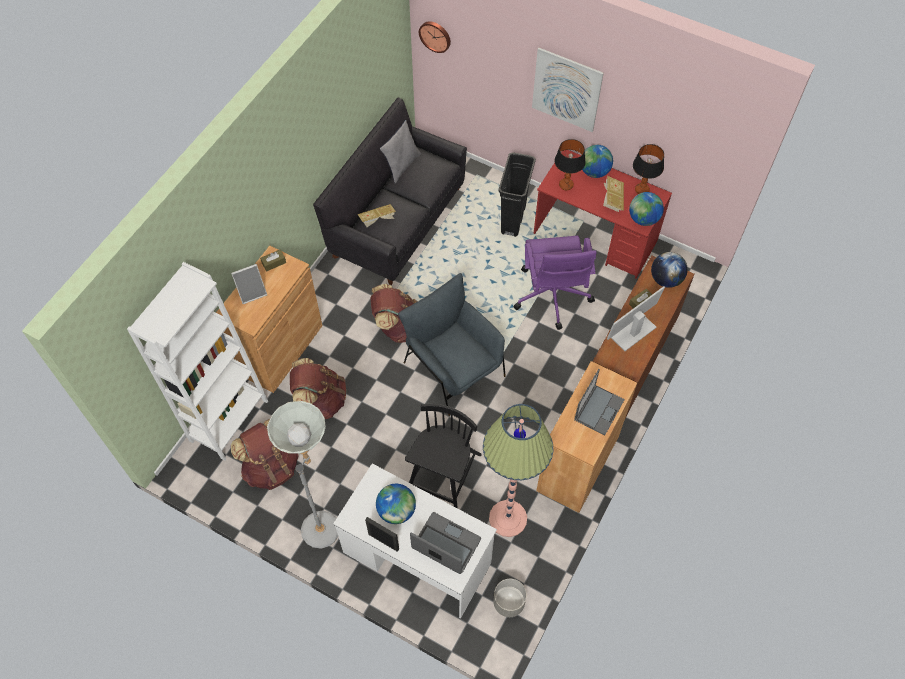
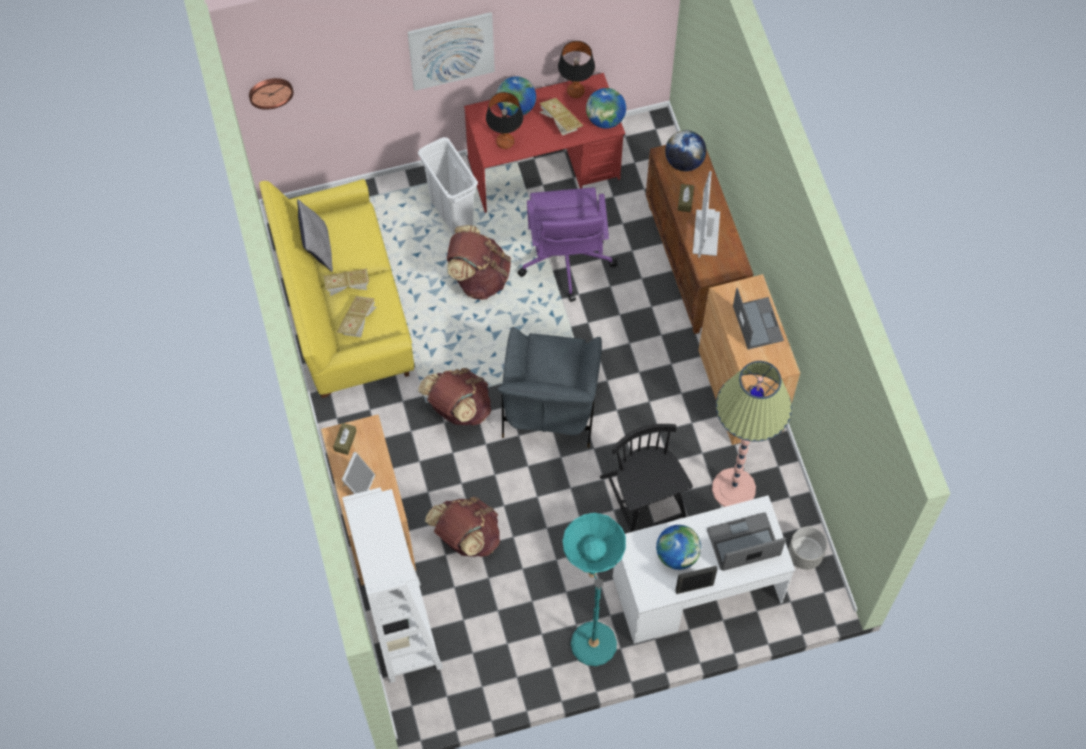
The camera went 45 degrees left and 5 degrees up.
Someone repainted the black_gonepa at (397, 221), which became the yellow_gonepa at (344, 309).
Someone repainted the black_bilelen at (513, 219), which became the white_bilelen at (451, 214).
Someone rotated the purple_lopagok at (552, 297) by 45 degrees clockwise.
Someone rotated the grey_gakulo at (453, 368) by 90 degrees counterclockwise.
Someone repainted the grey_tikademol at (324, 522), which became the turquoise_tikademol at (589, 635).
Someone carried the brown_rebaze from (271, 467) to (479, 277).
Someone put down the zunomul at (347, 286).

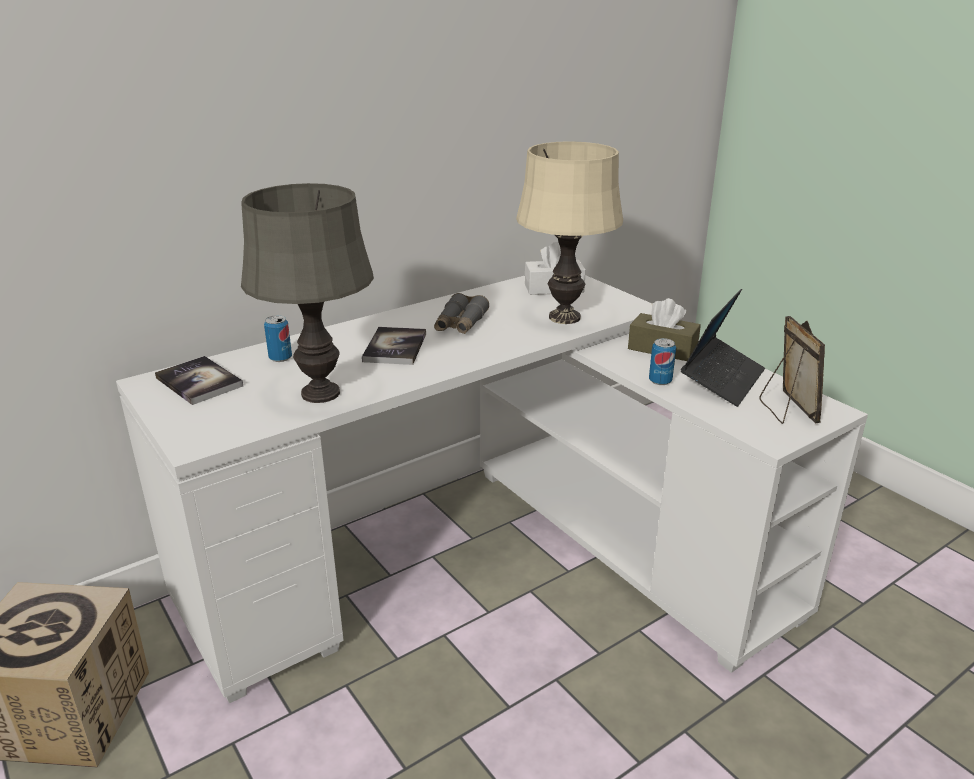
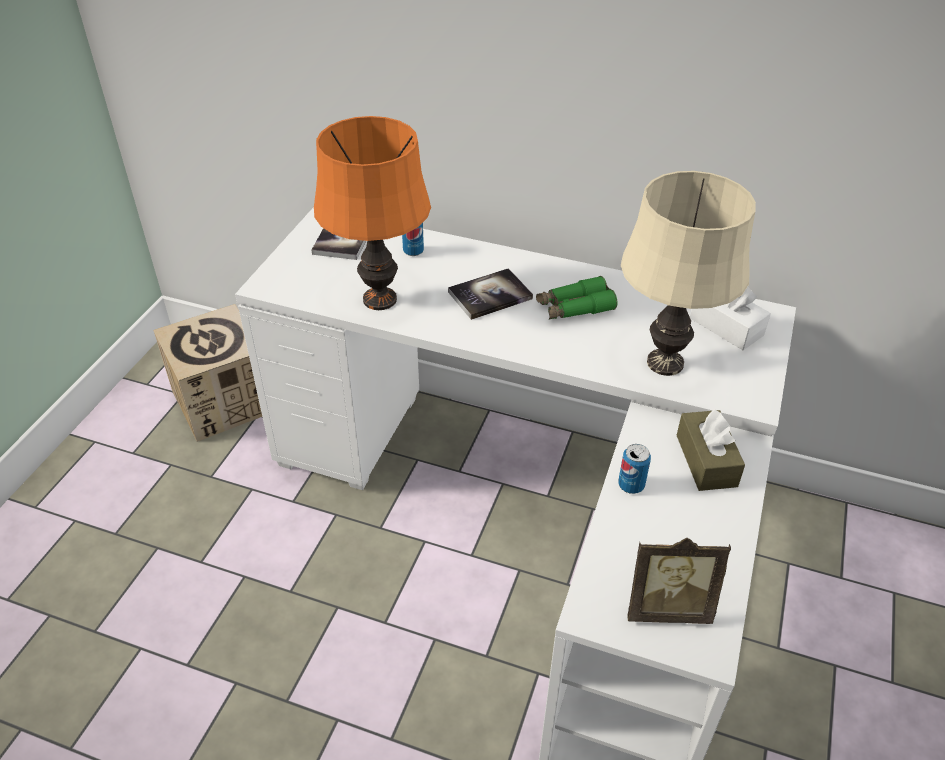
The camera went 55 degrees right and 15 degrees up.
Someone repainted the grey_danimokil at (320, 393), which became the orange_danimokil at (380, 299).
Someone took away the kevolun at (722, 379).
Someone repainted the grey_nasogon at (460, 324), which became the green_nasogon at (574, 307).
Someone rotated the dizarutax at (786, 410) by 45 degrees clockwise.

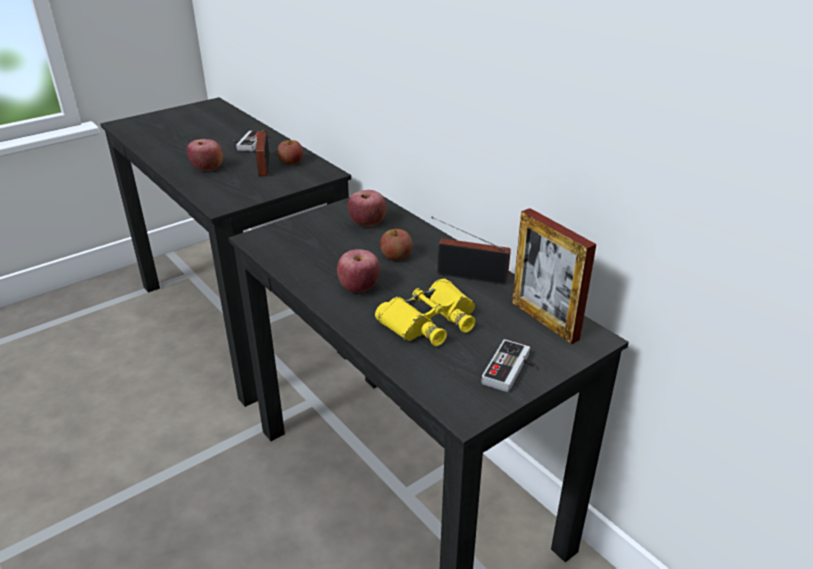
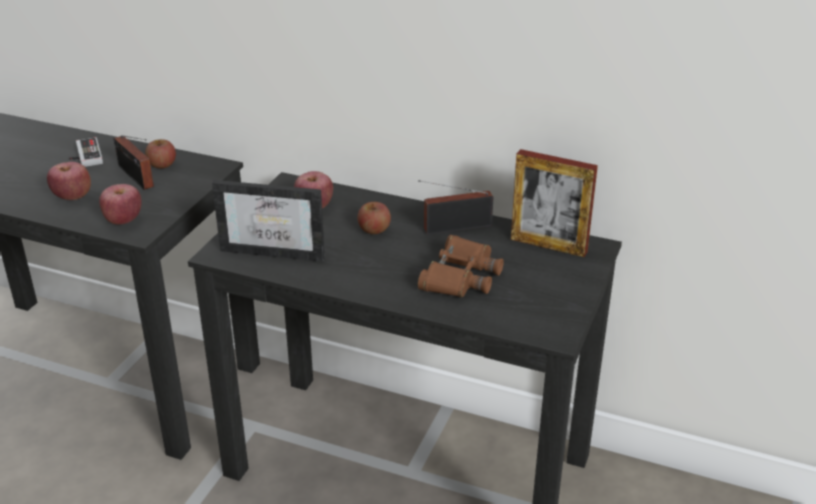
The camera went 30 degrees left and 0 degrees up.
Someone carried the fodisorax from (359, 287) to (123, 220).
Someone repainted the yellow_nasogon at (430, 321), which became the brown_nasogon at (460, 276).
Someone took away the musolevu at (512, 370).
Someone put down the dizarutax at (277, 249).

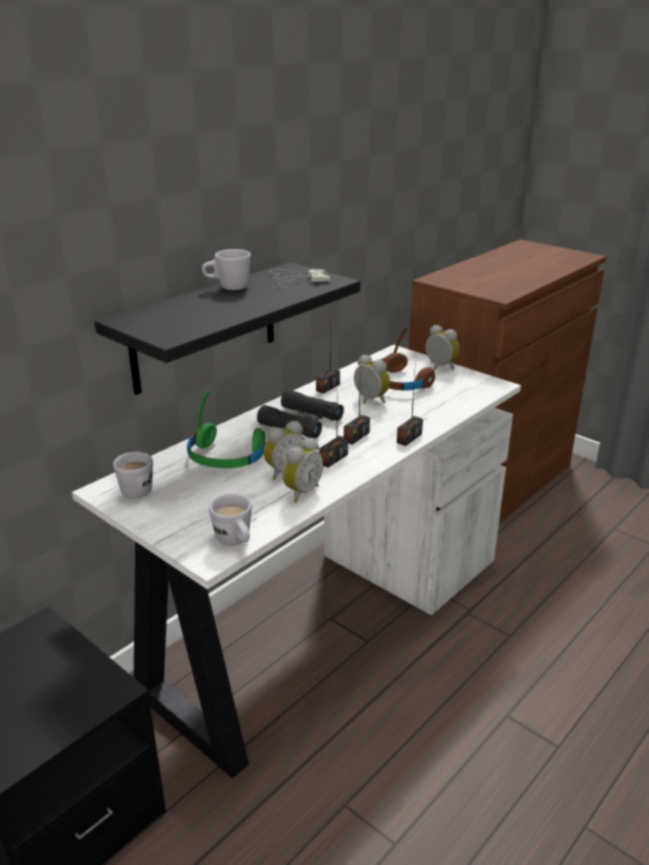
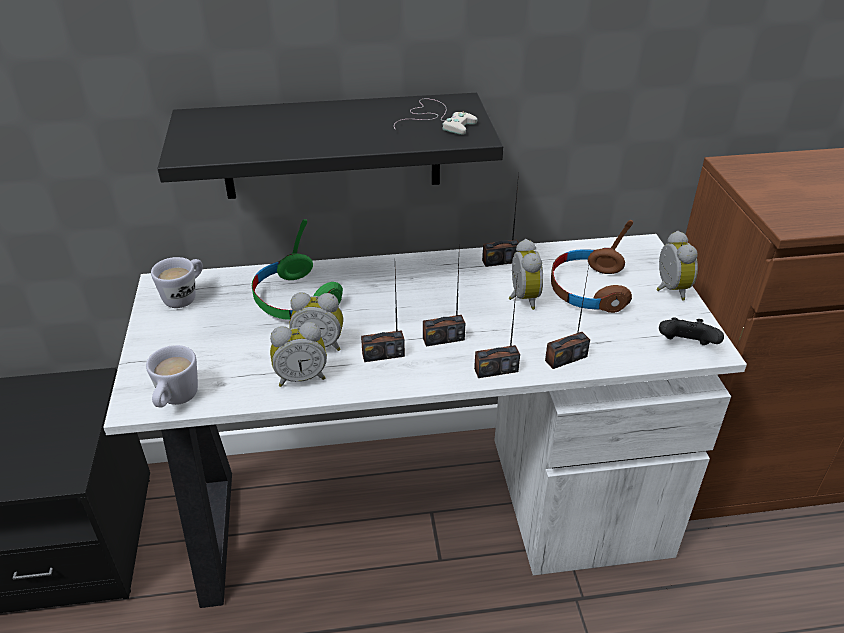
The camera went 40 degrees right and 10 degrees up.
Someone took away the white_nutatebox at (227, 288).
Someone took away the black_nasogon at (301, 422).
Someone put down the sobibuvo at (565, 358).
Someone put down the black_musolevu at (685, 346).

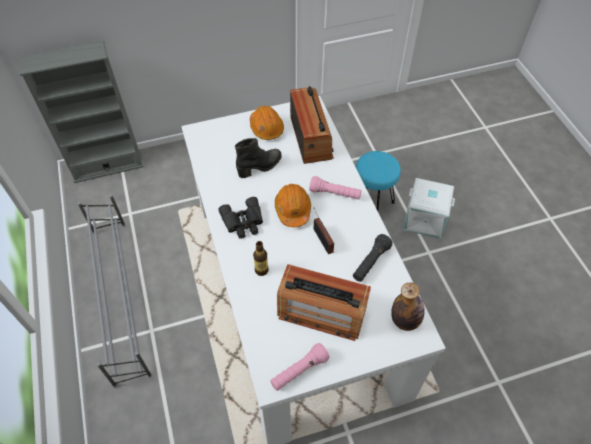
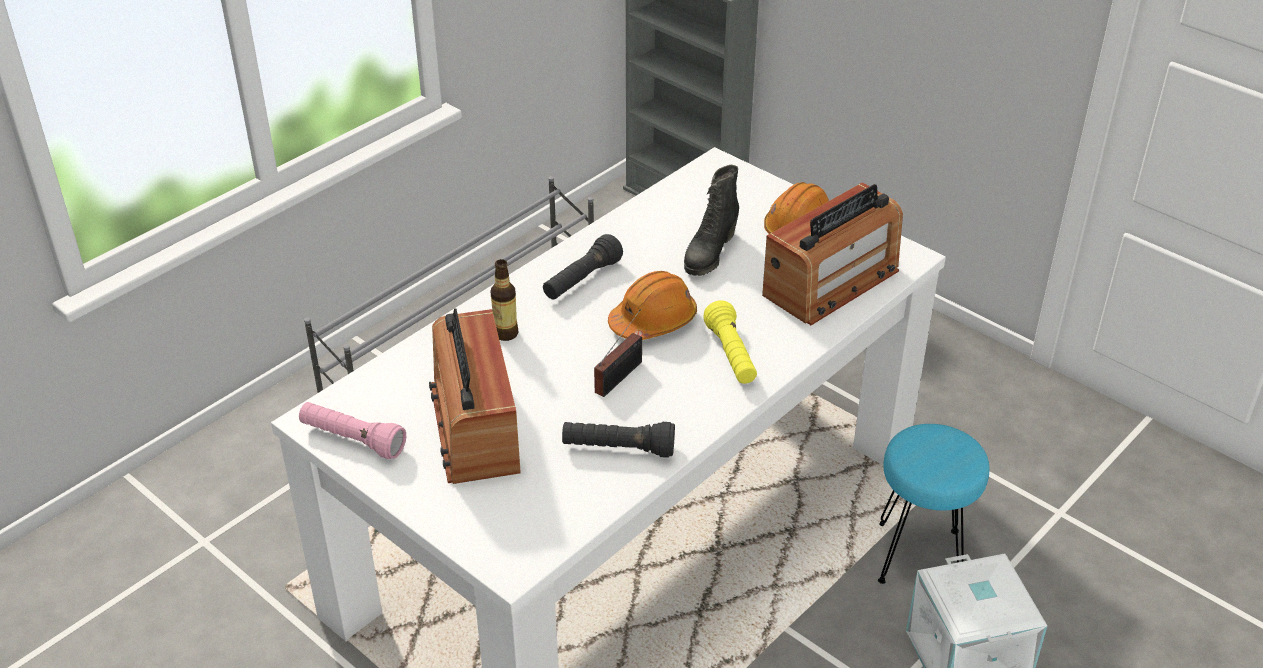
The camera went 60 degrees right and 15 degrees down.
Someone rotated the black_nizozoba at (260, 167) by 90 degrees clockwise.
Someone repainted the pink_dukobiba at (335, 194), which became the yellow_dukobiba at (731, 355).
Someone swapped the black_nasogon at (243, 222) for the black_dukobiba at (582, 280).
Someone took away the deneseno at (405, 320).

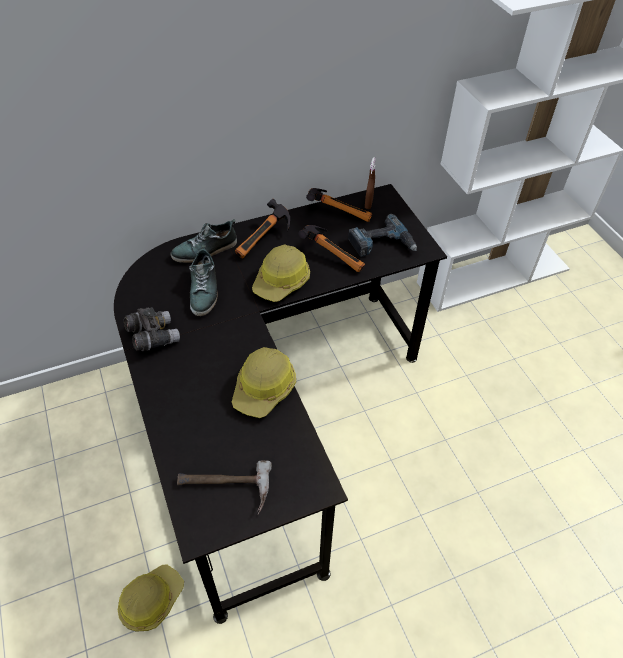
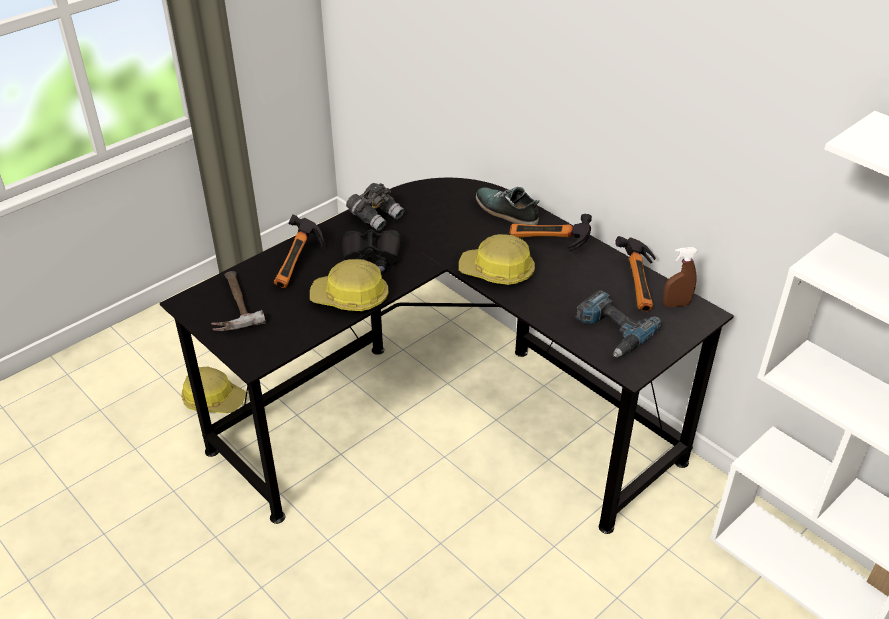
The camera went 70 degrees right and 10 degrees down.
Someone carried the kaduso from (334, 255) to (300, 264).
Someone took away the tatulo at (204, 290).
Someone put down the black_nasogon at (371, 258).

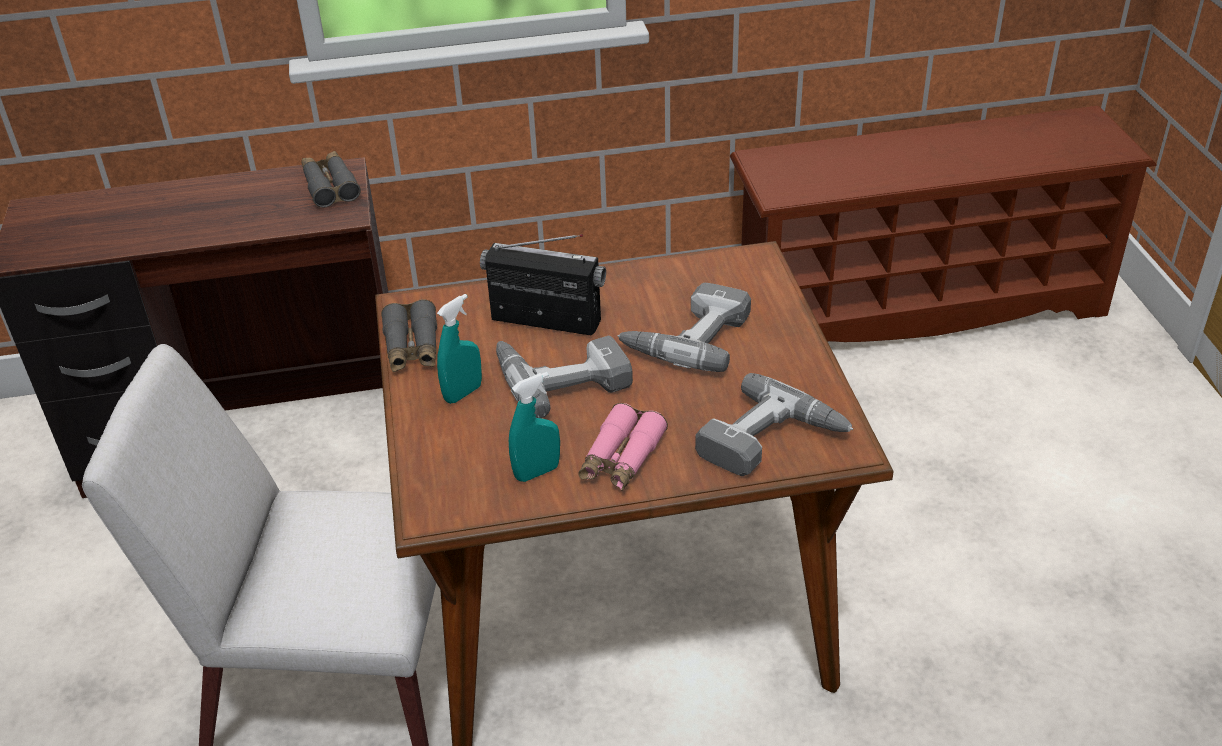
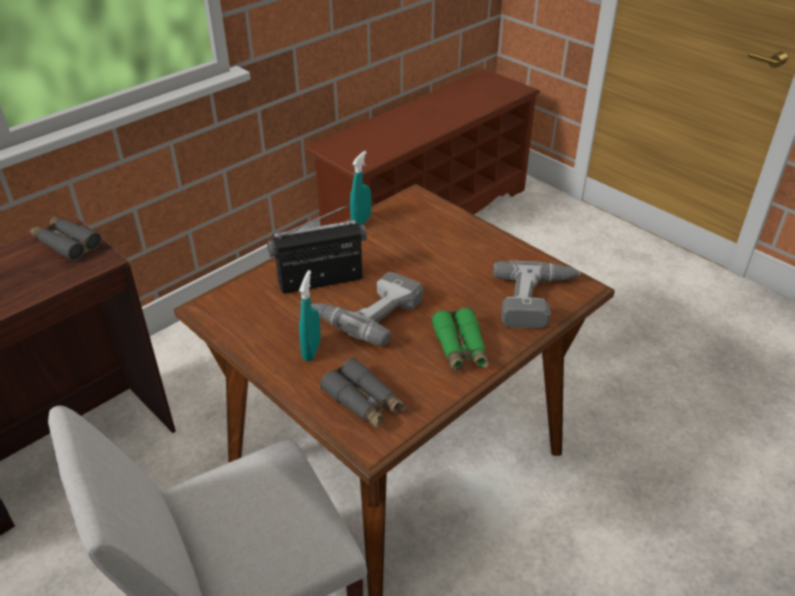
The camera went 35 degrees left and 0 degrees up.
Someone took away the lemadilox at (687, 336).
Someone carried the grey_nasogon from (412, 347) to (364, 402).
Someone carried the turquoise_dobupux from (537, 472) to (361, 221).
Someone repainted the pink_nasogon at (621, 458), which became the green_nasogon at (460, 348).

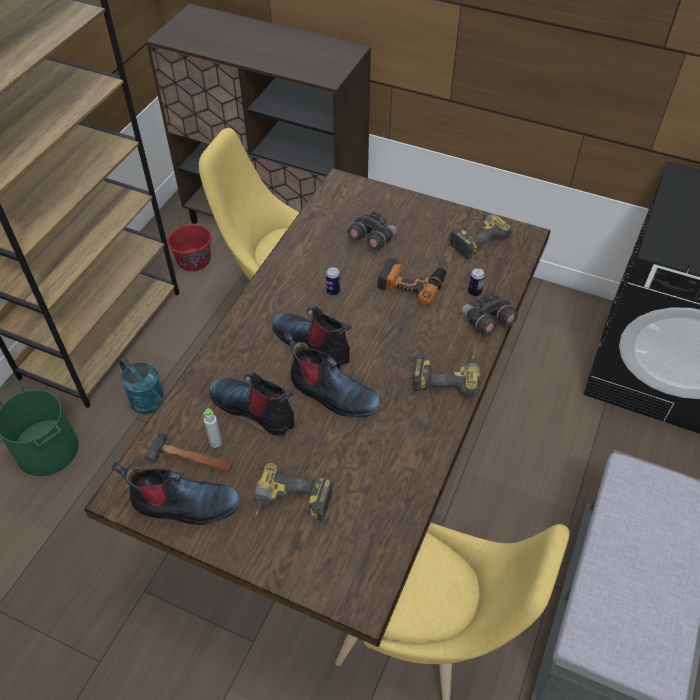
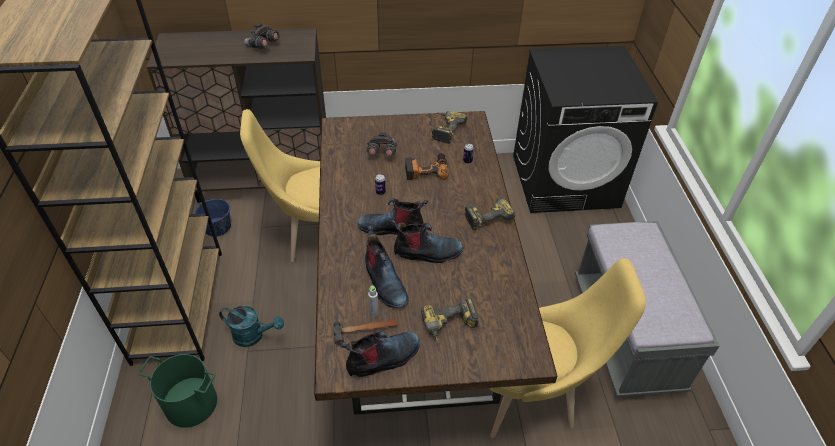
The camera went 30 degrees left and 5 degrees down.
Someone repainted the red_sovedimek at (194, 260), which became the blue_sovedimek at (217, 227).
Someone carried the grey_nasogon from (486, 322) to (262, 46).
Someone rotated the nizozoba at (254, 410) by 120 degrees counterclockwise.

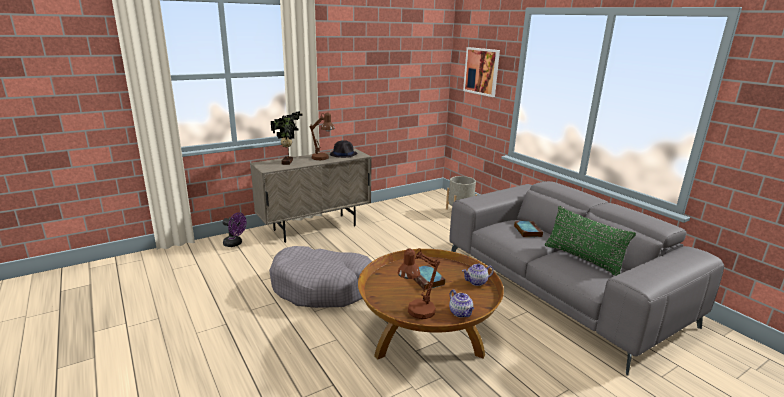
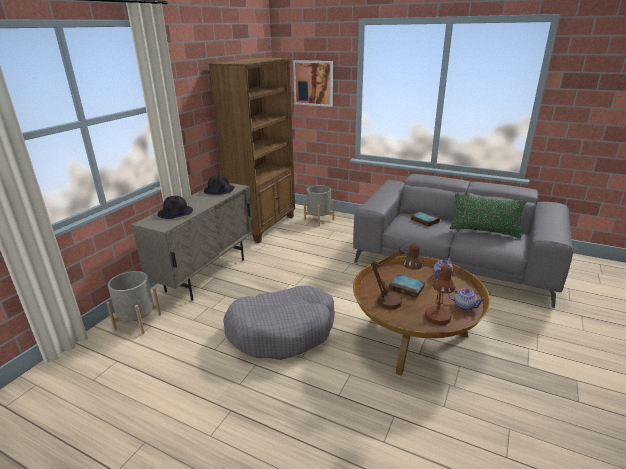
The camera went 30 degrees left and 5 degrees up.
Someone swapped the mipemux at (288, 162) for the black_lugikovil at (175, 212).
Someone carried the brown_danimokil from (322, 158) to (395, 302).
Someone swapped the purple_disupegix at (235, 244) for the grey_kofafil at (138, 322).
Someone put down the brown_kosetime at (264, 226).

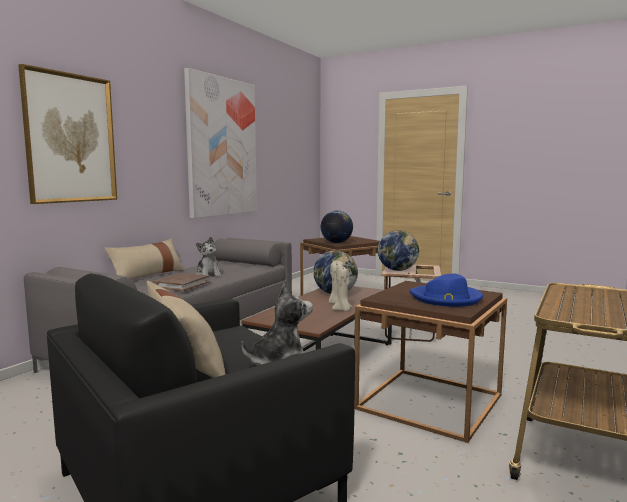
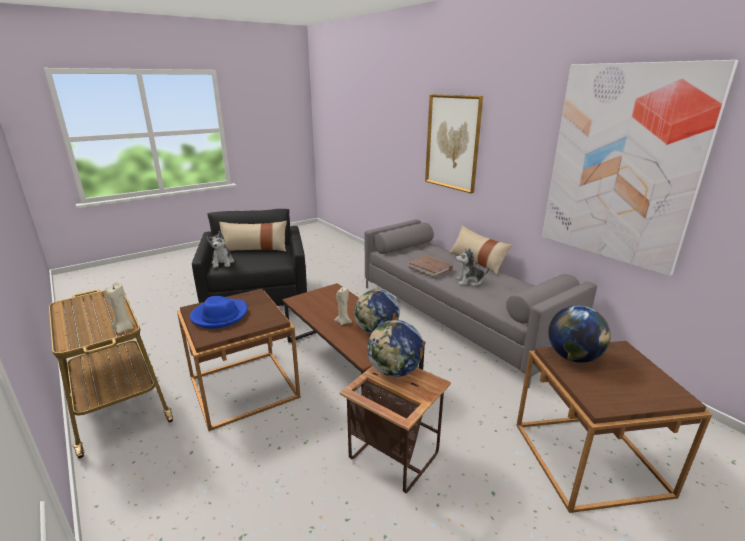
The camera went 115 degrees right and 15 degrees up.
Someone carried the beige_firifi from (342, 310) to (124, 328).

